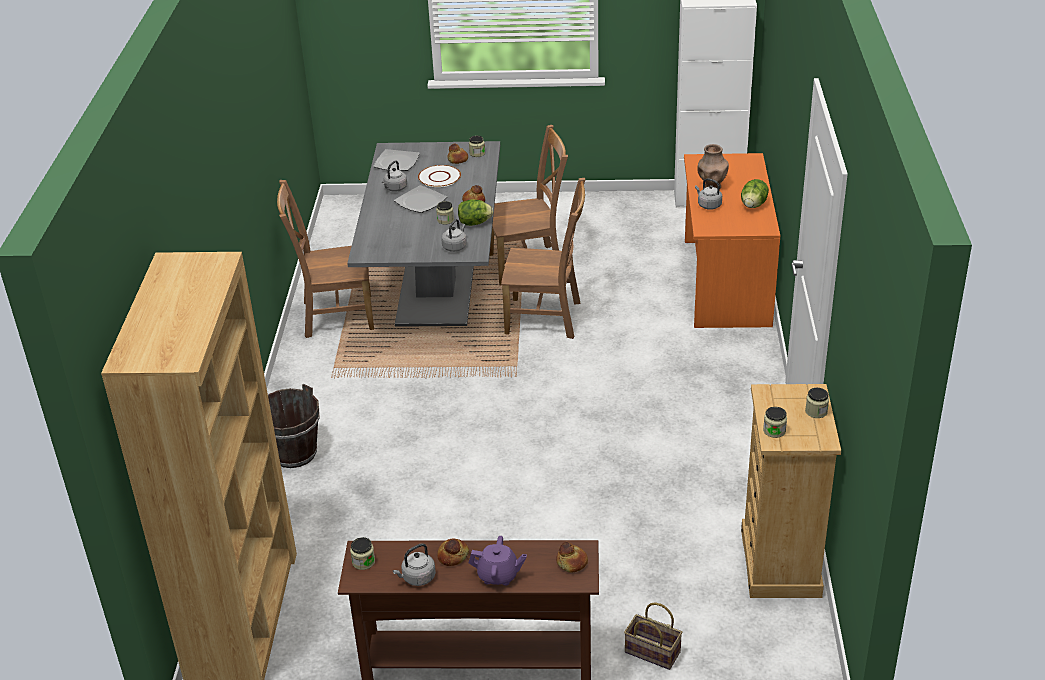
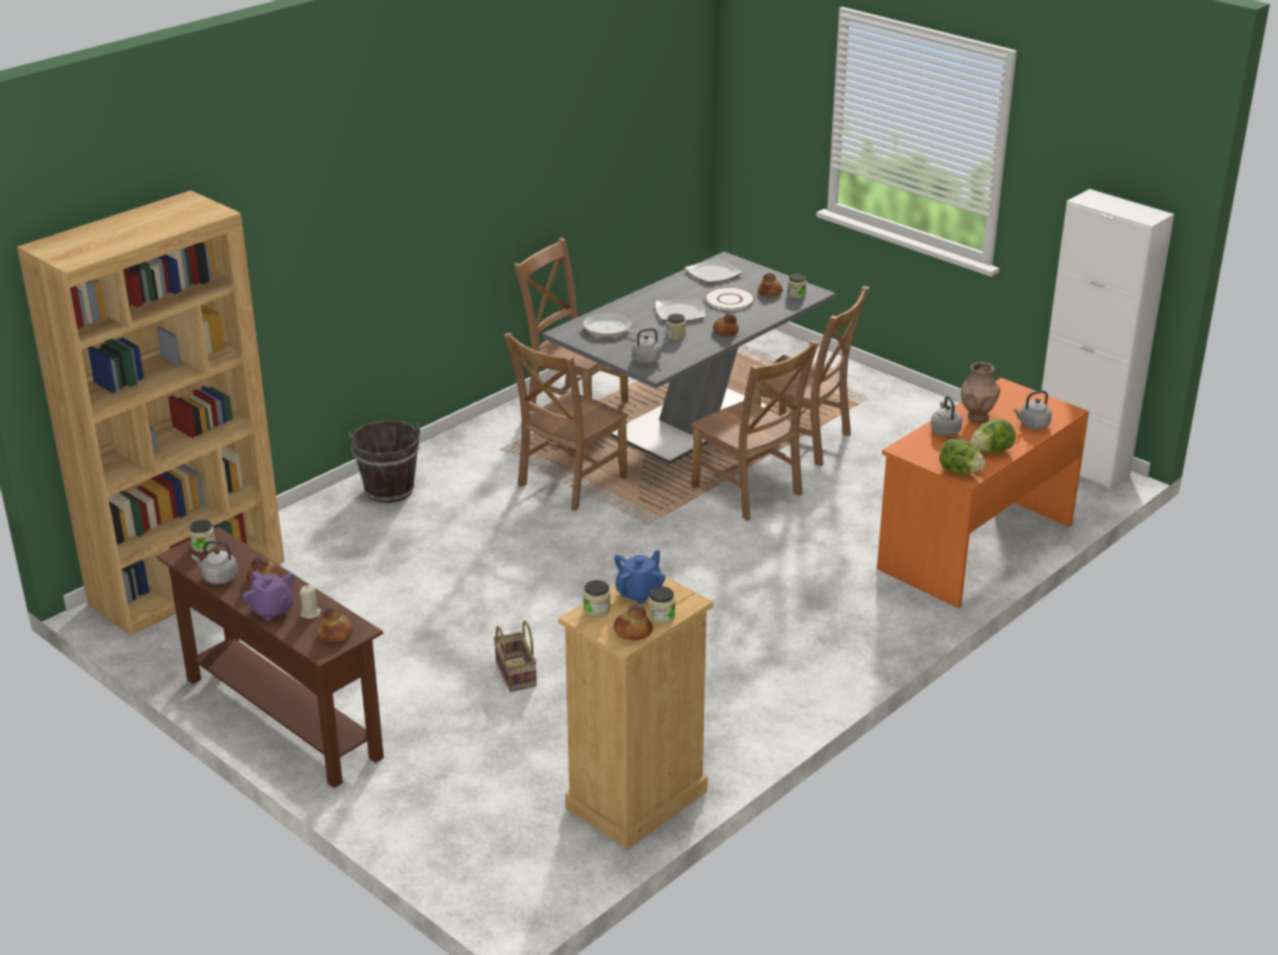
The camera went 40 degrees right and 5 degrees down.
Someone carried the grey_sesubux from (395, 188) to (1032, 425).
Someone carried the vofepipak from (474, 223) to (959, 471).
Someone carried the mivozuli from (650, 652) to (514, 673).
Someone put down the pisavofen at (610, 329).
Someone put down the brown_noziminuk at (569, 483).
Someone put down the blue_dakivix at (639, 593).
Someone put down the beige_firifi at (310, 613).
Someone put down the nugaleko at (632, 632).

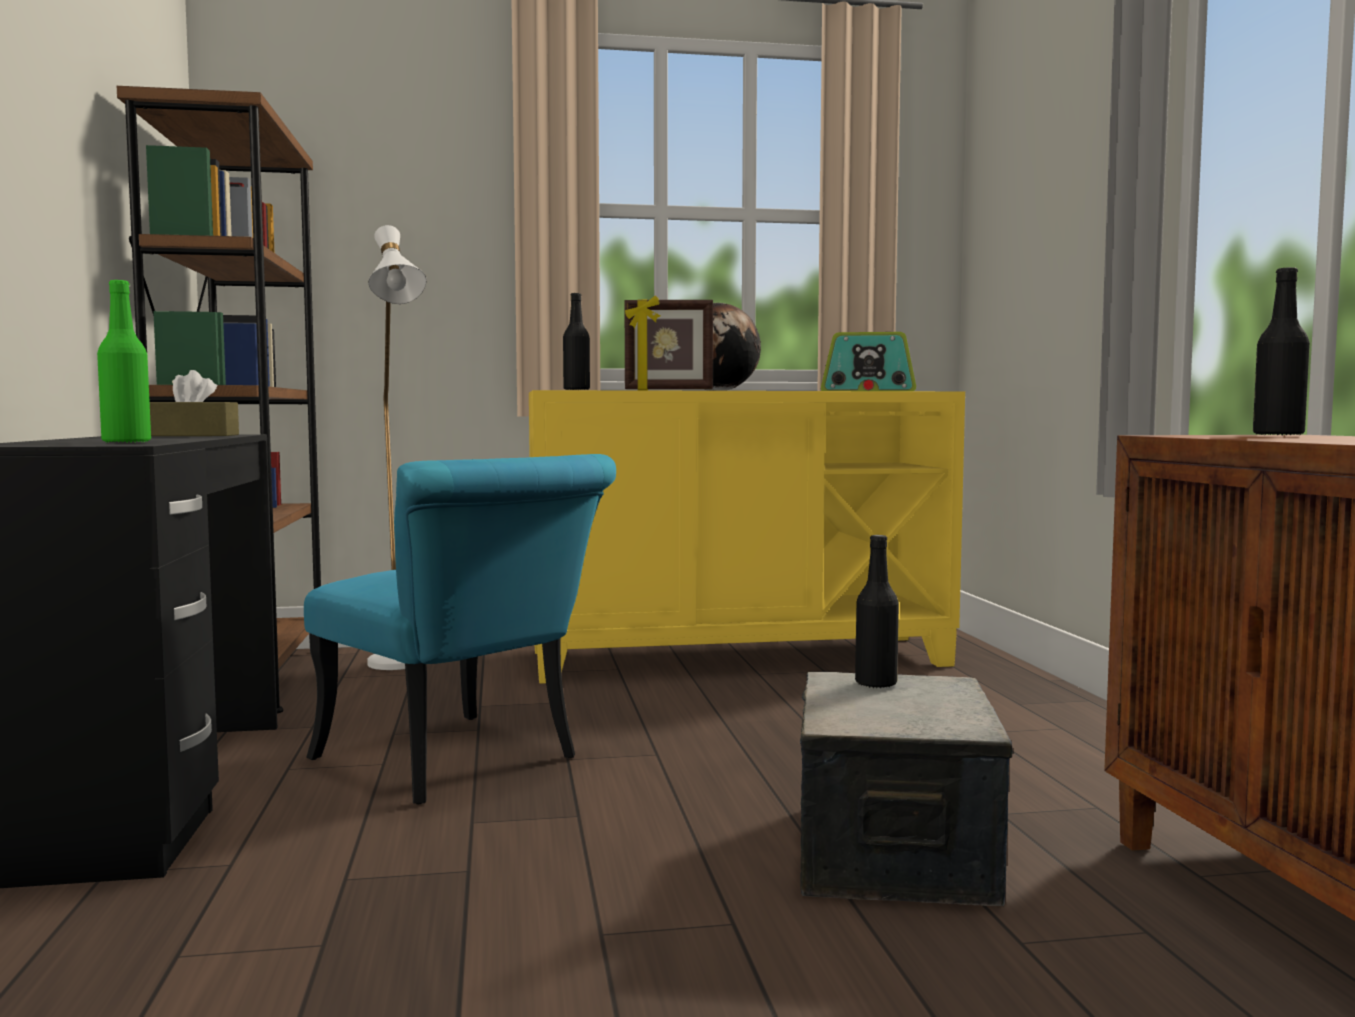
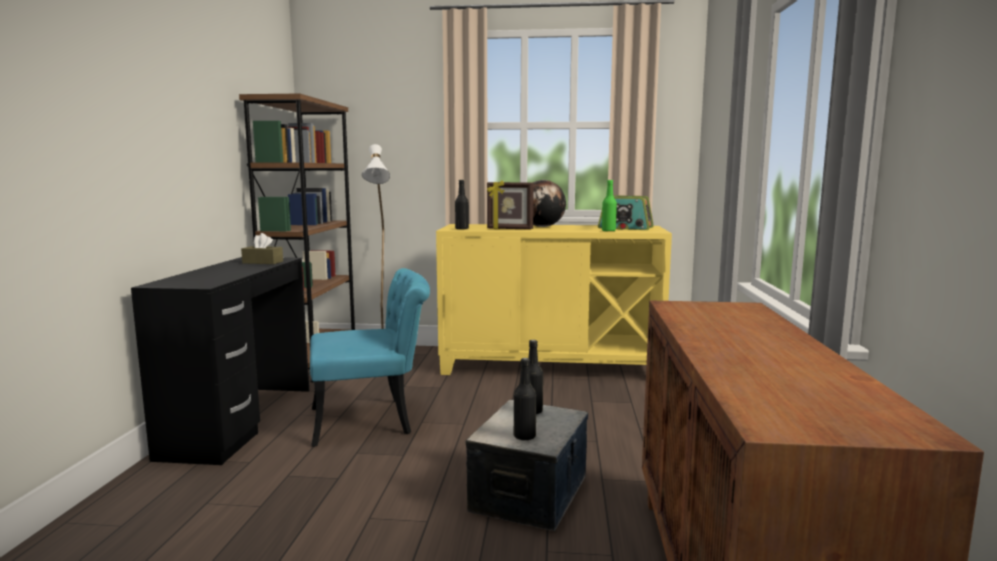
The camera went 15 degrees right and 5 degrees up.
Someone carried the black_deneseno from (1278, 435) to (524, 436).
Someone carried the green_deneseno from (126, 442) to (608, 231).
Someone rotated the turquoise_noziminuk at (462, 764) by 75 degrees counterclockwise.

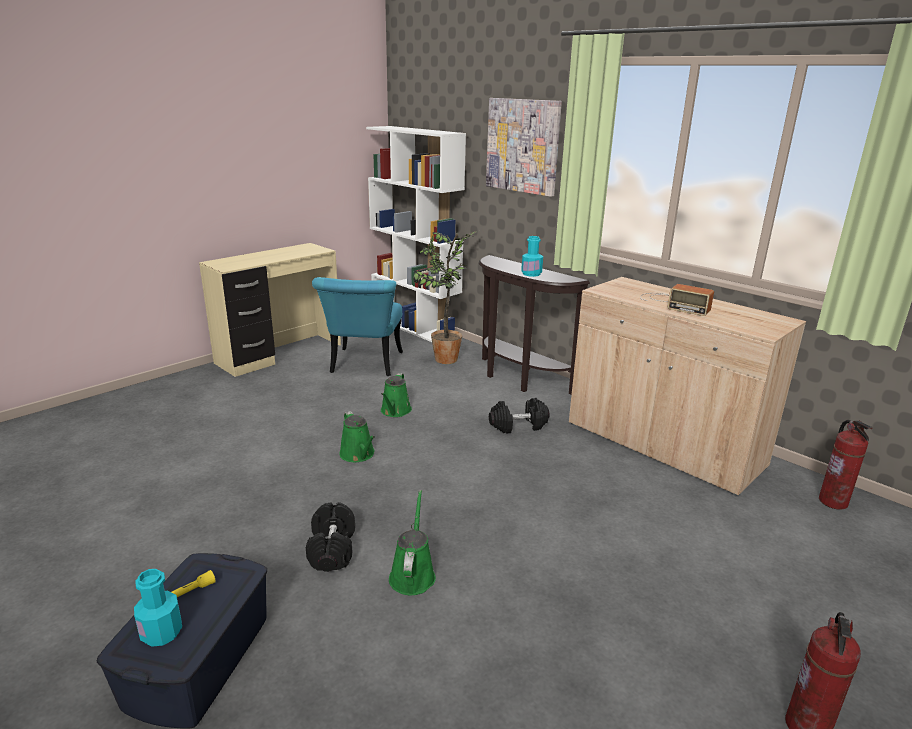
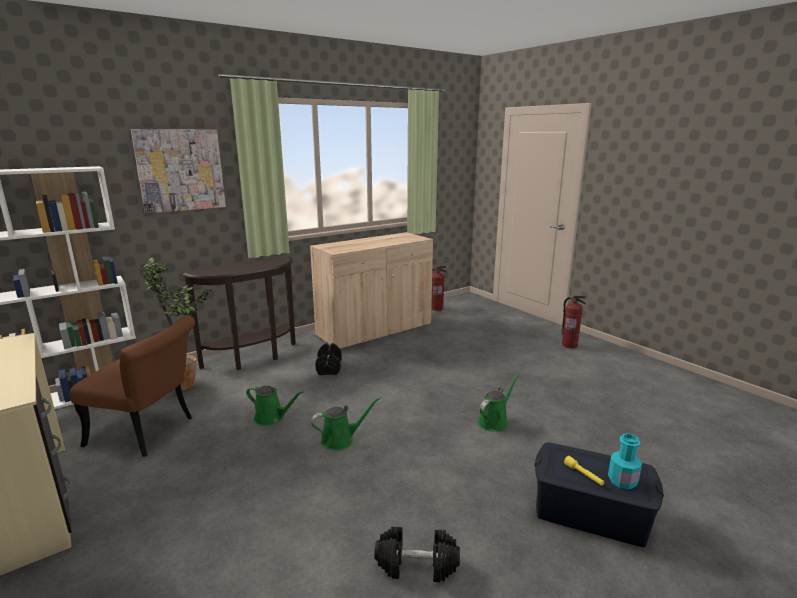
The camera went 80 degrees left and 5 degrees down.
Someone took away the turquoise_deneseno at (531, 274).
Someone repainted the turquoise_noziminuk at (364, 366), which became the brown_noziminuk at (149, 432).
Someone took away the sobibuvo at (672, 303).
Someone rotated the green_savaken at (412, 574) by 120 degrees clockwise.
Someone carried the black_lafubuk from (332, 549) to (416, 566).

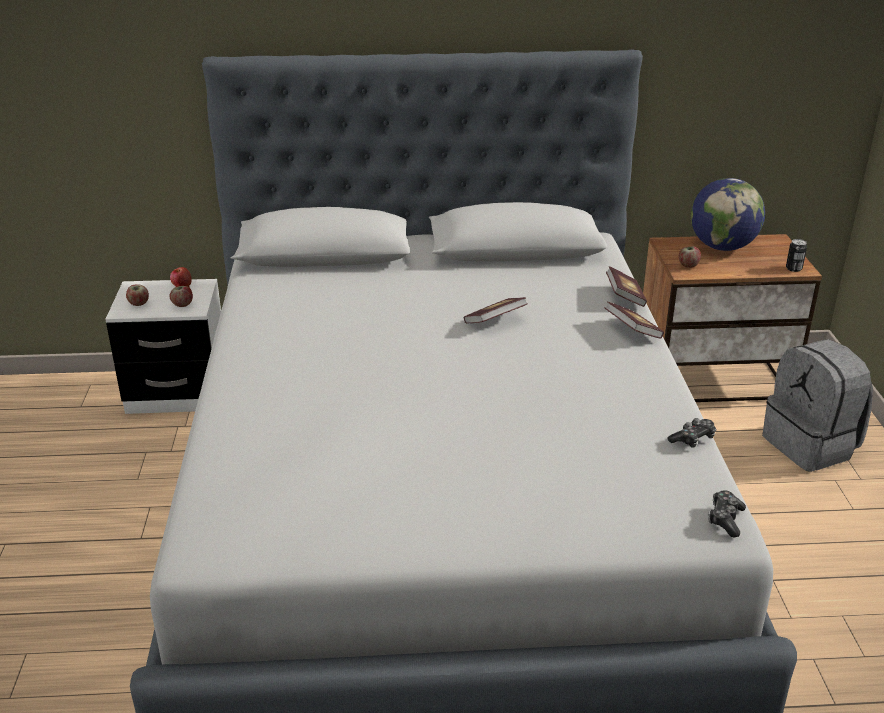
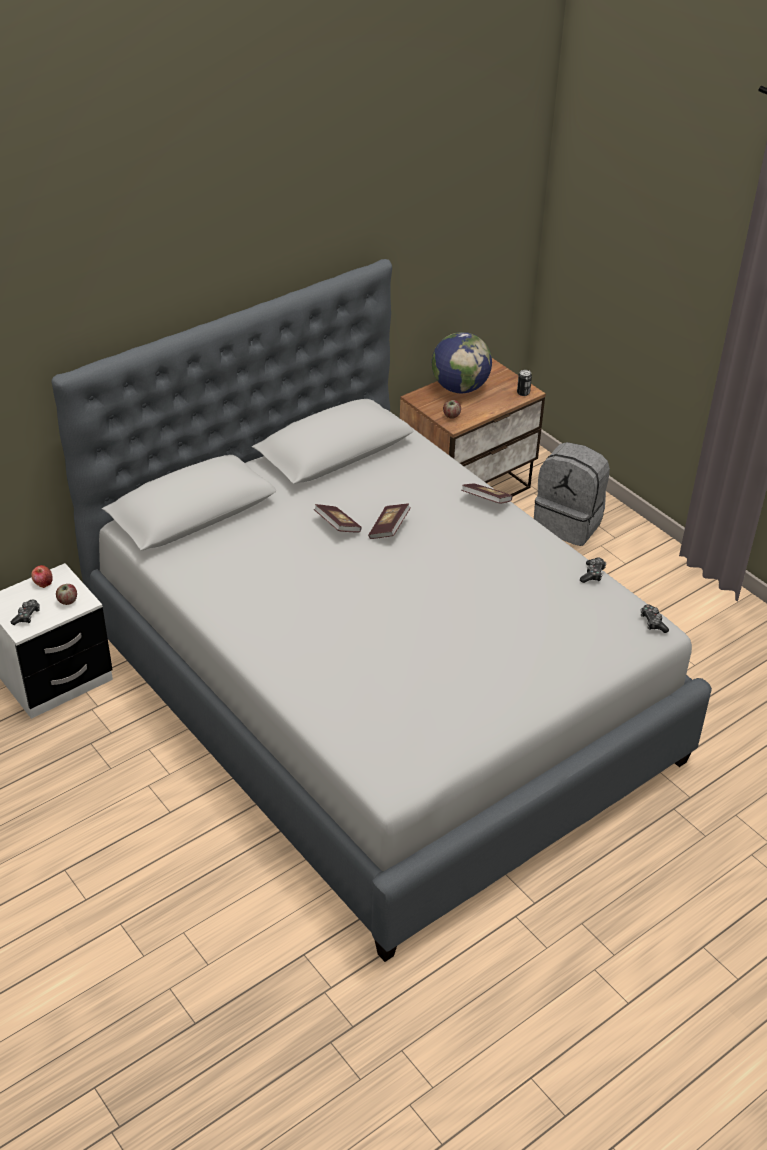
The camera went 35 degrees left and 10 degrees up.
Someone carried the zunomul from (624, 297) to (337, 526).
Someone swapped the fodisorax at (138, 304) for the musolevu at (27, 616).

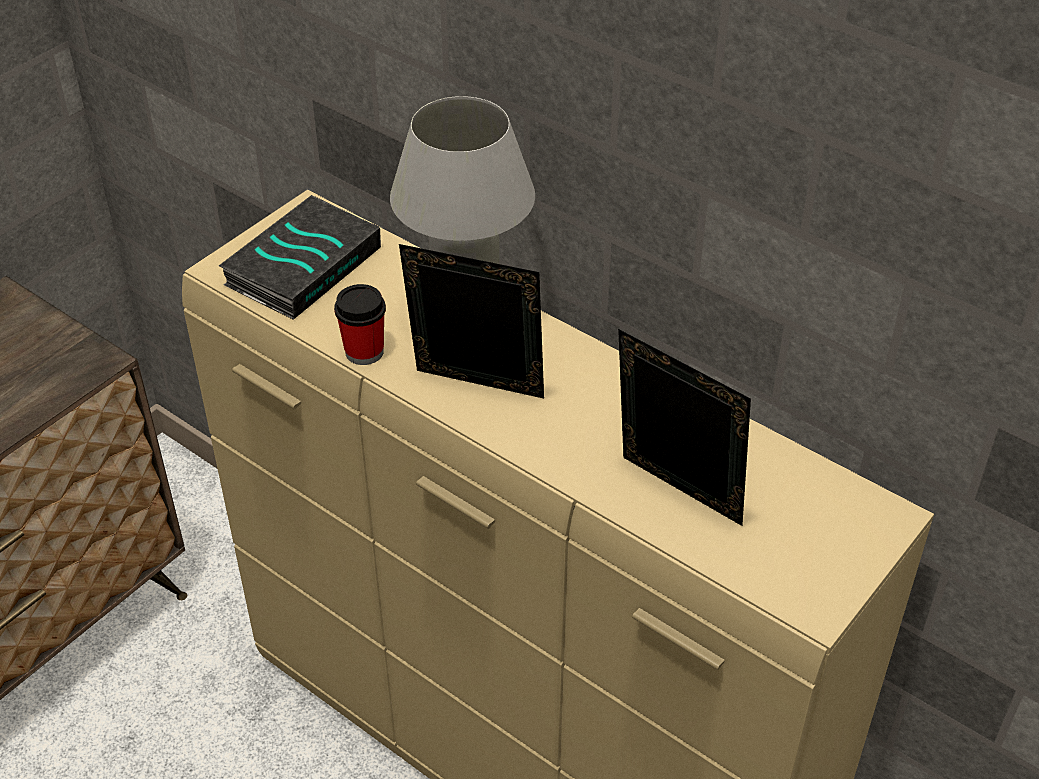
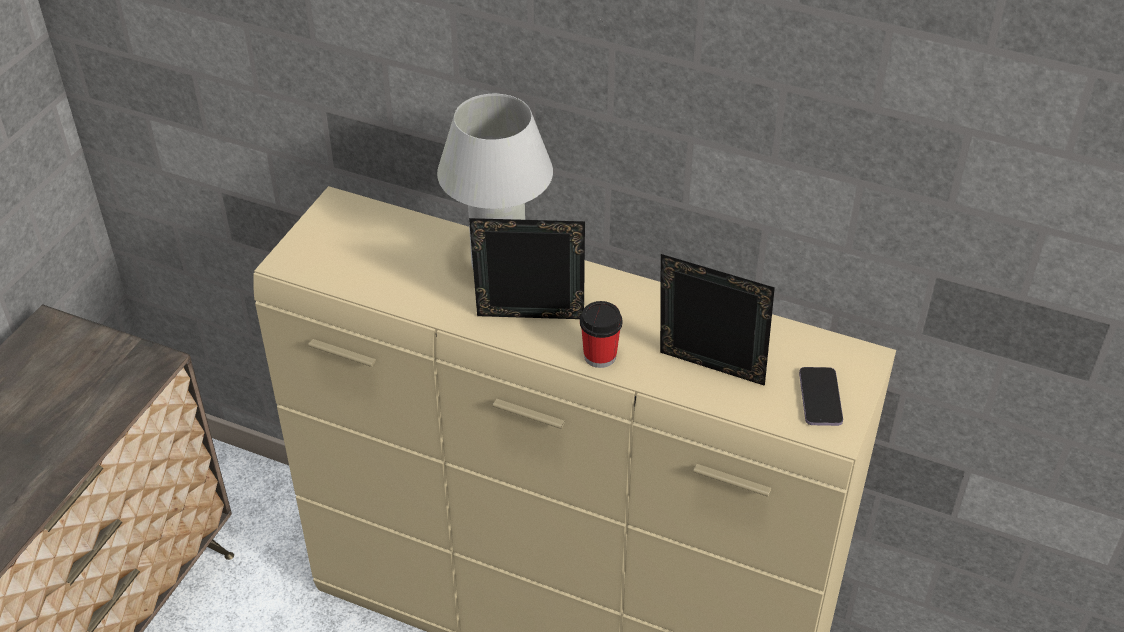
The camera went 15 degrees left and 0 degrees up.
Someone took away the zunomul at (302, 264).
Someone carried the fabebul from (364, 352) to (600, 356).
Someone put down the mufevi at (820, 398).

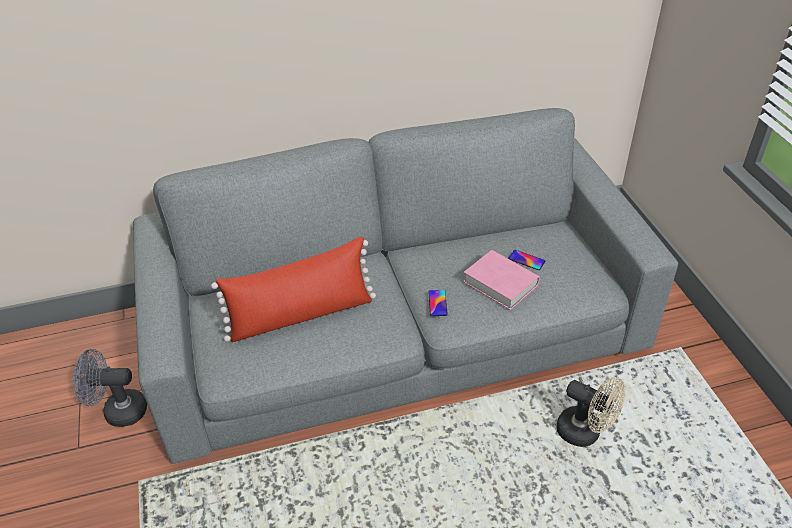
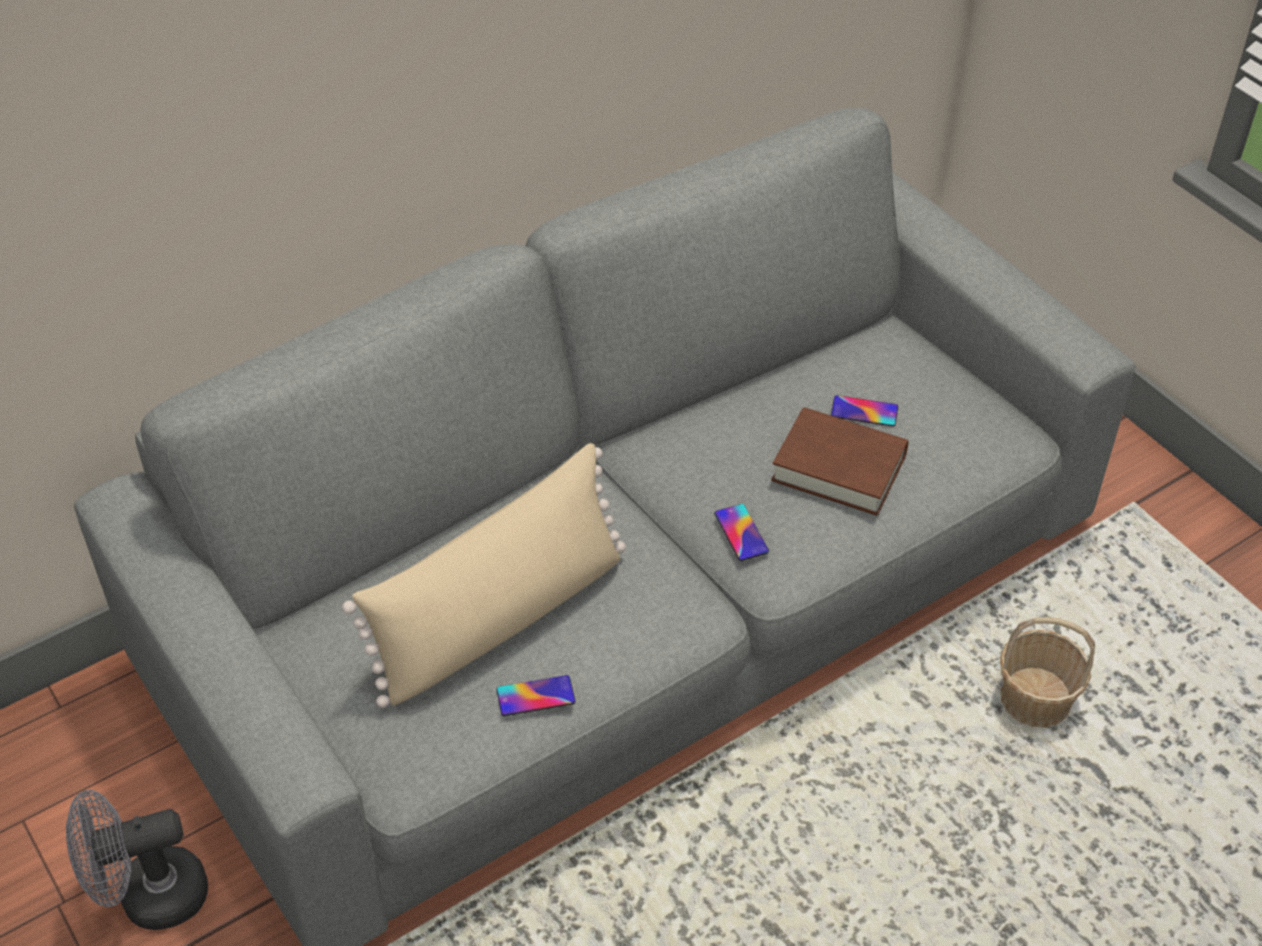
The camera went 20 degrees left and 5 degrees up.
Someone repainted the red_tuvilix at (301, 315), which became the beige_tuvilix at (500, 618).
Someone repainted the pink_zunomul at (500, 283), which became the brown_zunomul at (839, 468).
Someone swapped the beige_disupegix at (585, 432) for the mivozuli at (1035, 698).
Someone put down the mufevi at (535, 696).

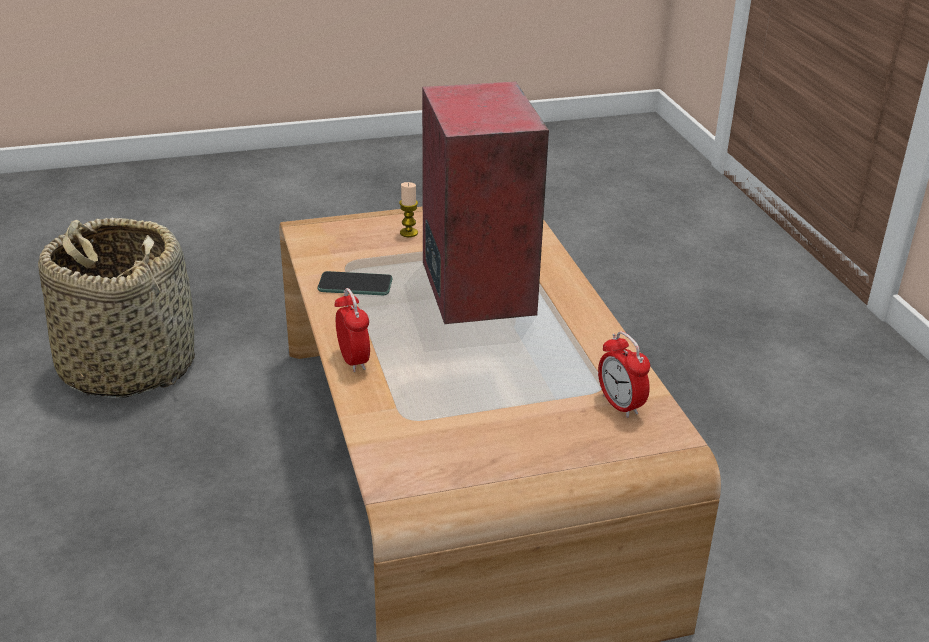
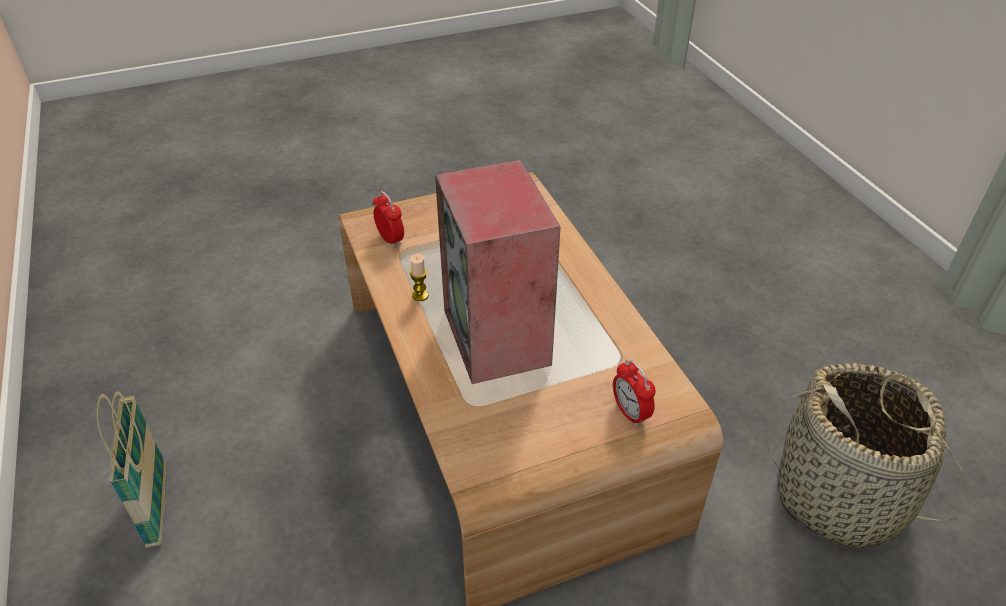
The camera went 175 degrees right and 10 degrees up.
Someone carried the firifi from (409, 233) to (420, 295).
Someone took away the mufevi at (355, 285).
Someone carried the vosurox from (353, 360) to (630, 413).
Someone put down the mivozuli at (157, 505).

